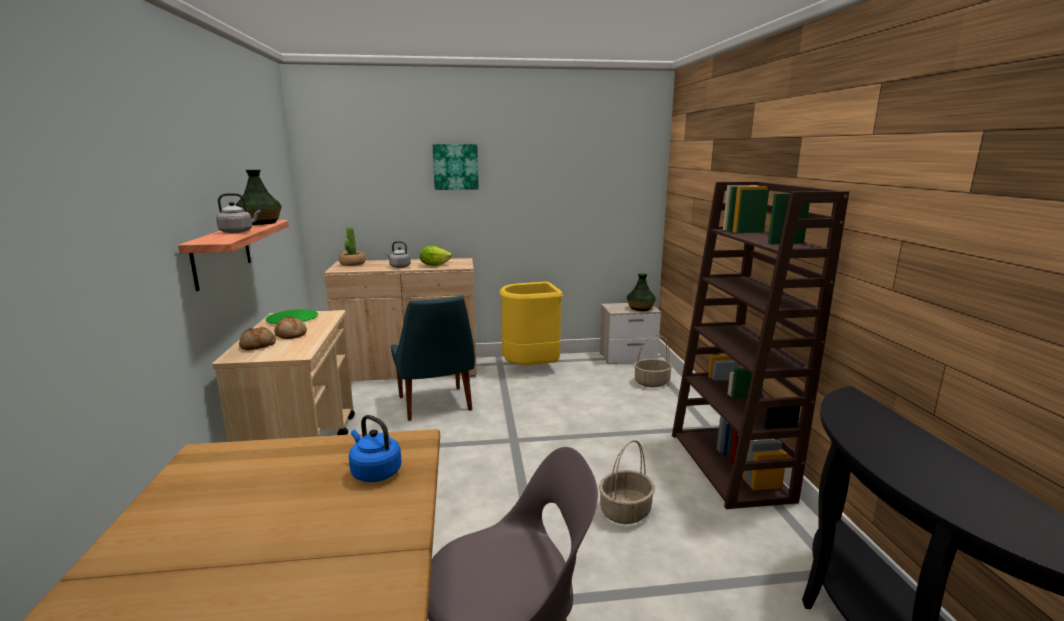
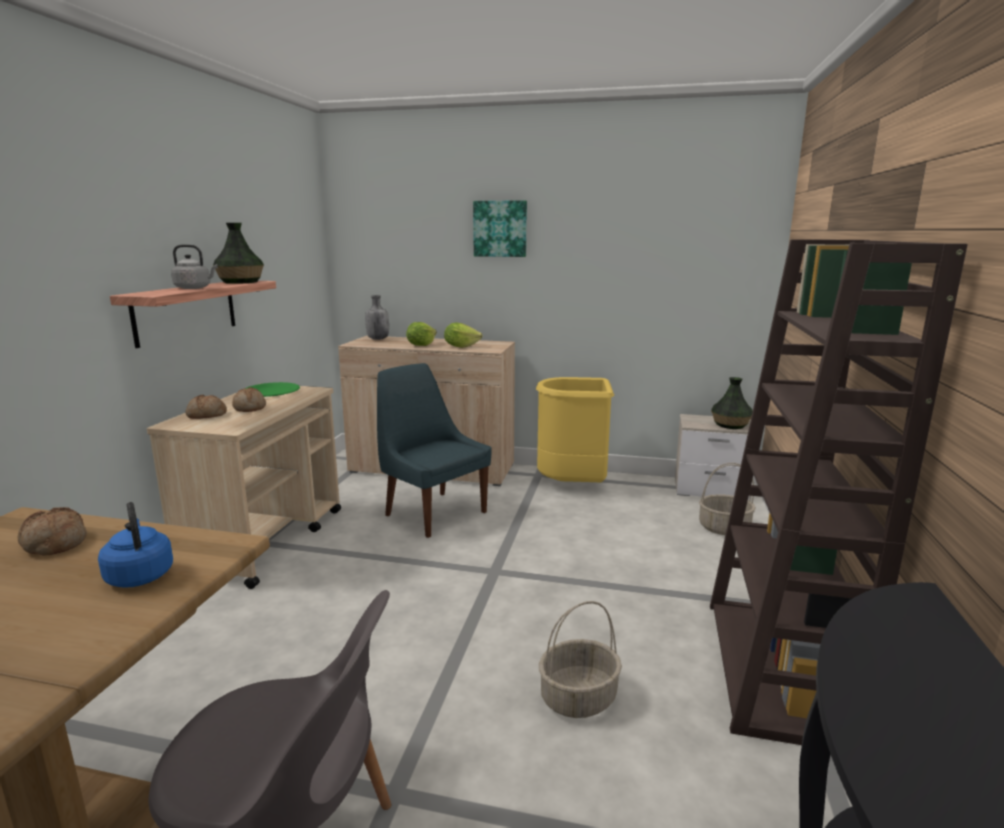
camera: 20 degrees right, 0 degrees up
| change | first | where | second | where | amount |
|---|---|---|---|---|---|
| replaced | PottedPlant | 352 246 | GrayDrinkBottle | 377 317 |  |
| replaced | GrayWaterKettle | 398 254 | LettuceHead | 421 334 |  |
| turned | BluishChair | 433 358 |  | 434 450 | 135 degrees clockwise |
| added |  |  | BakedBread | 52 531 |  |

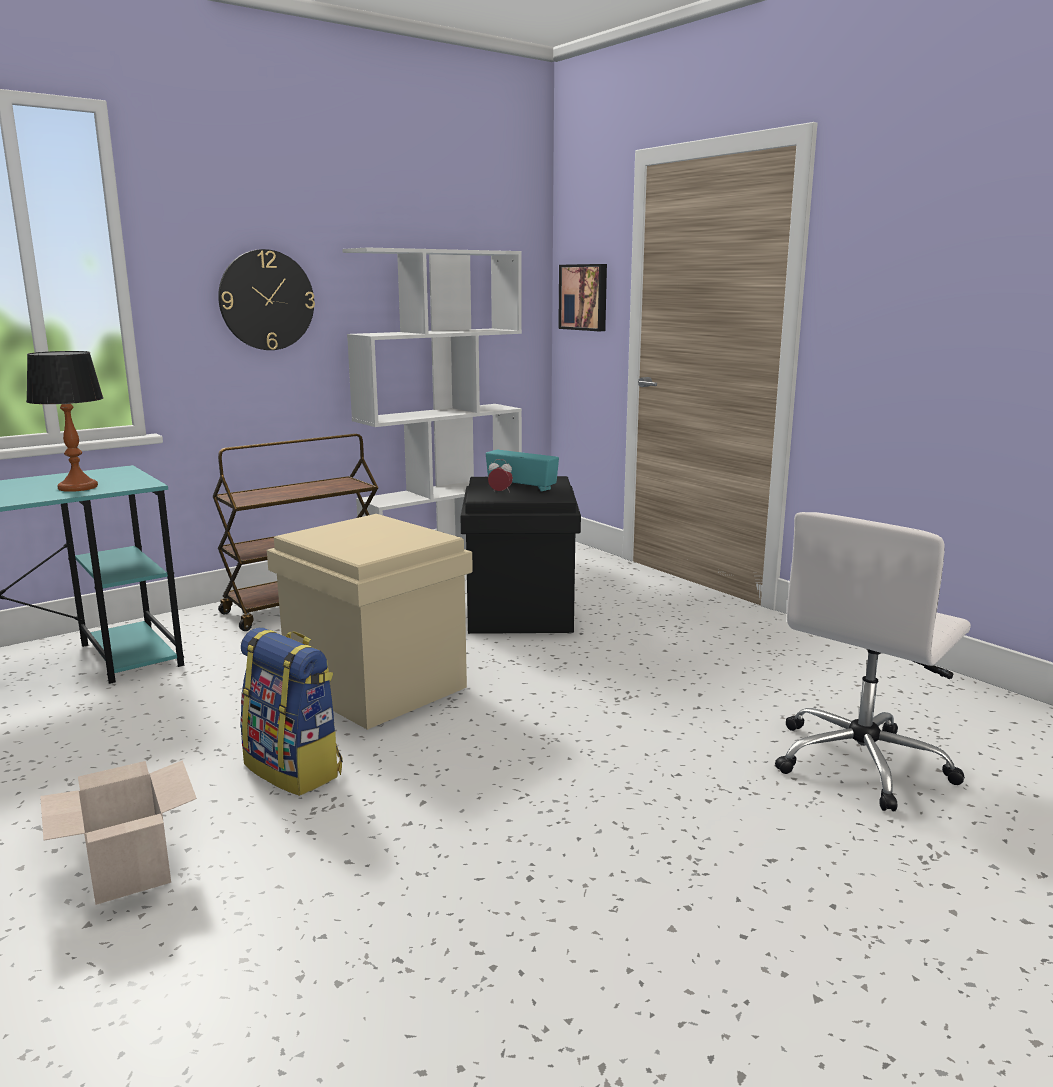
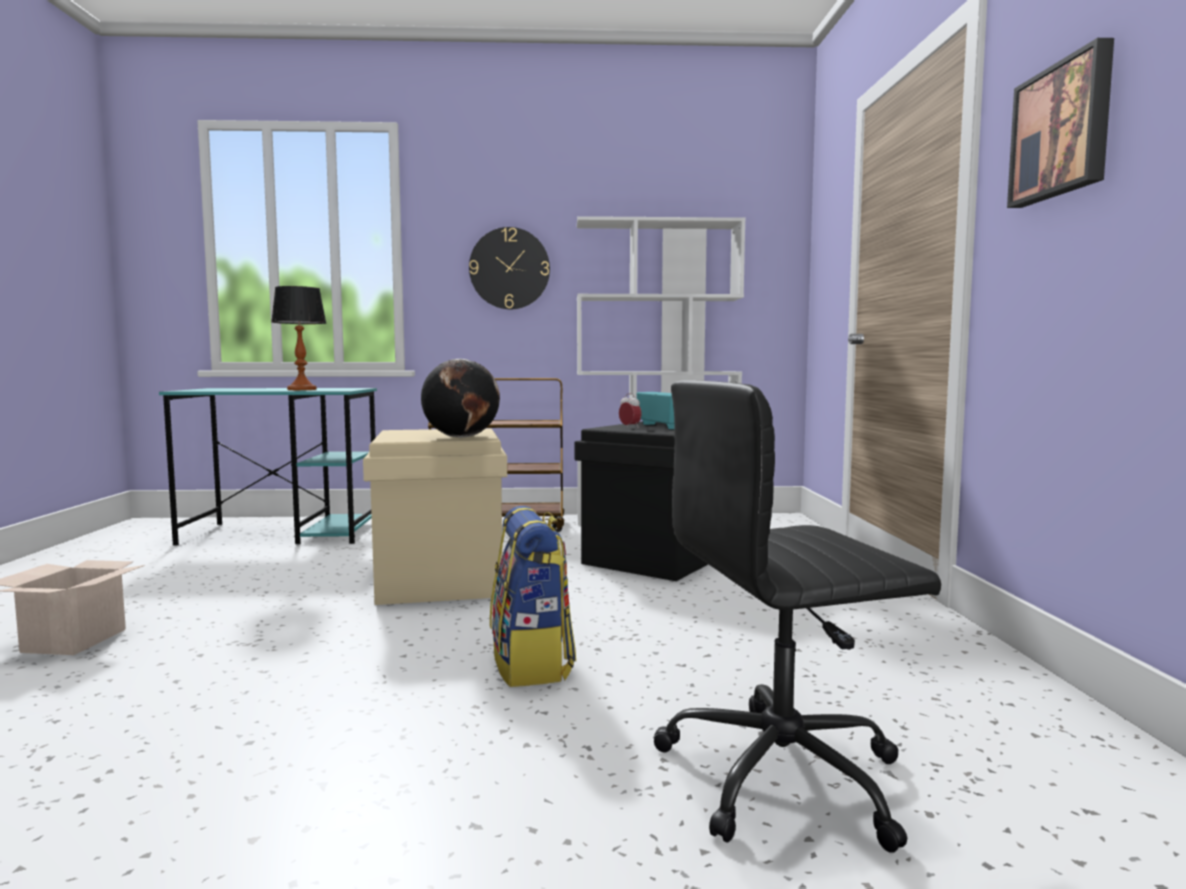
camera: 35 degrees right, 10 degrees down
| change | first | where | second | where | amount |
|---|---|---|---|---|---|
| moved | Knapsack | 291 712 |  | 533 596 |  |
| moved | WallArt | 582 297 |  | 1060 123 |  |
| recoloured | WhiteColouredOfficeChair | 873 661 | BlackOfficeChair | 797 616 |  |
| added |  |  | Globe | 460 398 |  |

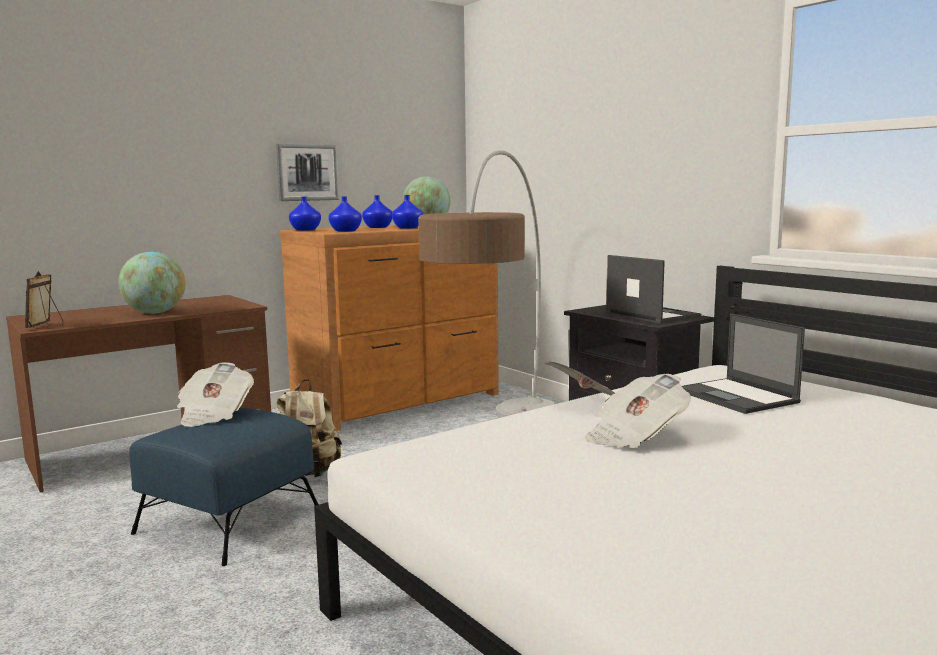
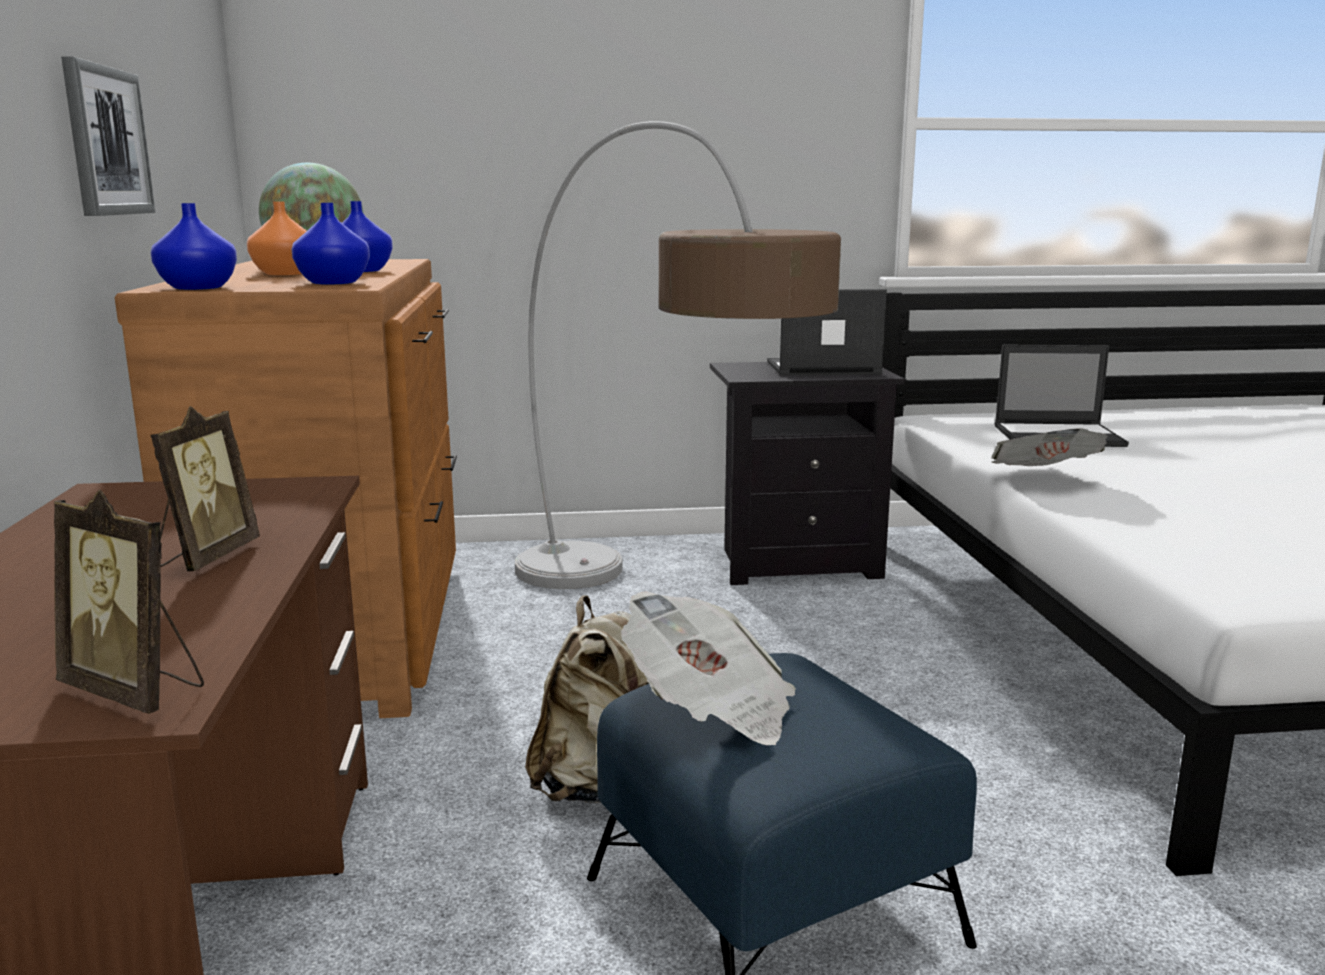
camera: 60 degrees left, 5 degrees up
| change | first | where | second | where | amount |
|---|---|---|---|---|---|
| replaced | Globe | 151 283 | StandingFrame | 205 489 |  |
| recoloured | BluishDecorativeVase | 377 211 | OrangeDecorativeVase | 277 238 |  |
| removed | Newspaper | 638 411 |  |  |  |

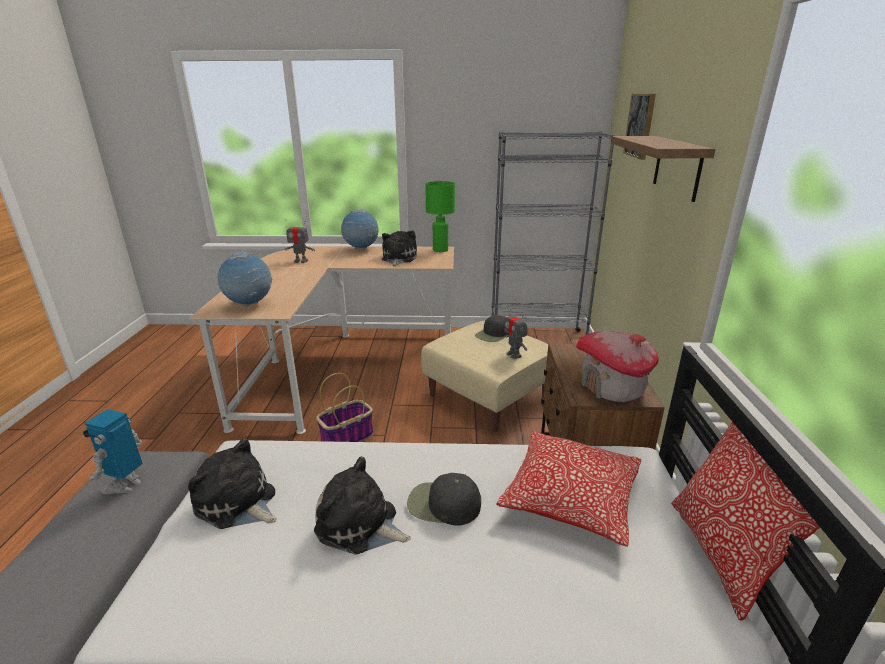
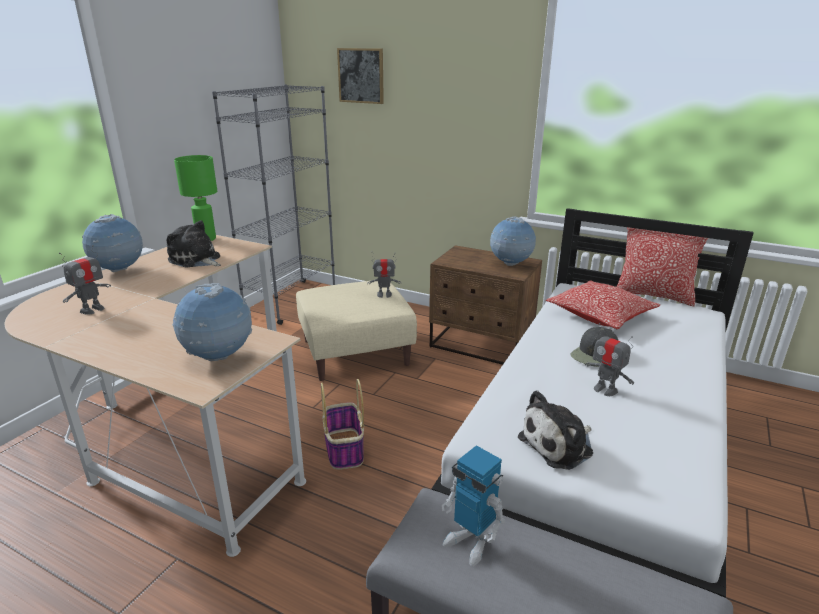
camera: 65 degrees left, 0 degrees up
| change | first | where | second | where | amount |
|---|---|---|---|---|---|
| replaced | CuddlyToy | 362 506 | RobotFigure | 609 359 |  |
| removed | BlackBaseballCap | 492 328 |  |  |  |
| replaced | ToyHouse | 617 366 | Globe | 513 241 |  |
| removed | WallShelf | 663 169 |  |  |  |

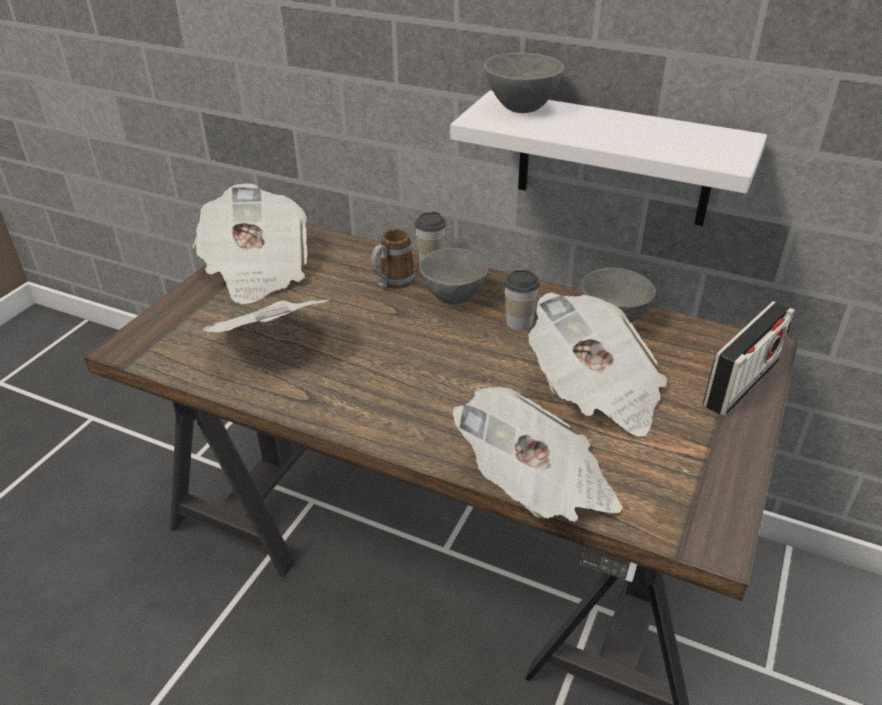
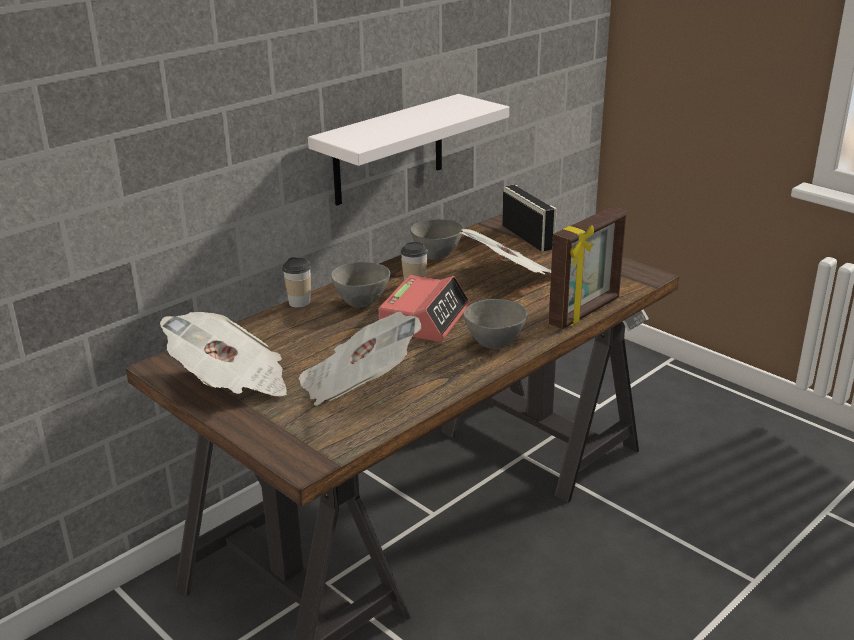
camera: 70 degrees left, 10 degrees down
| change | first | where | second | where | amount |
|---|---|---|---|---|---|
| removed | CoffeeMug | 393 259 |  |  |  |
| replaced | Newspaper | 538 454 | StandingFrame | 588 267 |  |
| moved | GrayBowl | 524 83 |  | 495 324 |  |
| added |  |  | BedsideClock | 424 308 |  |

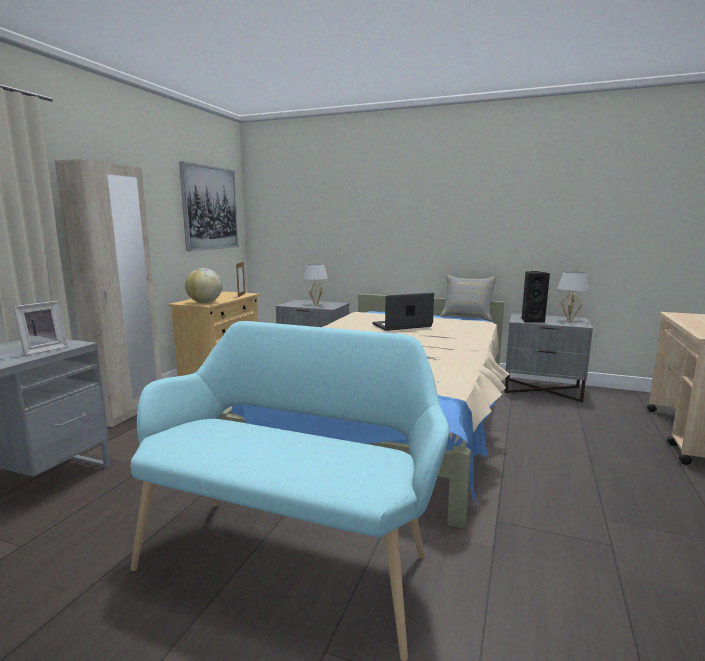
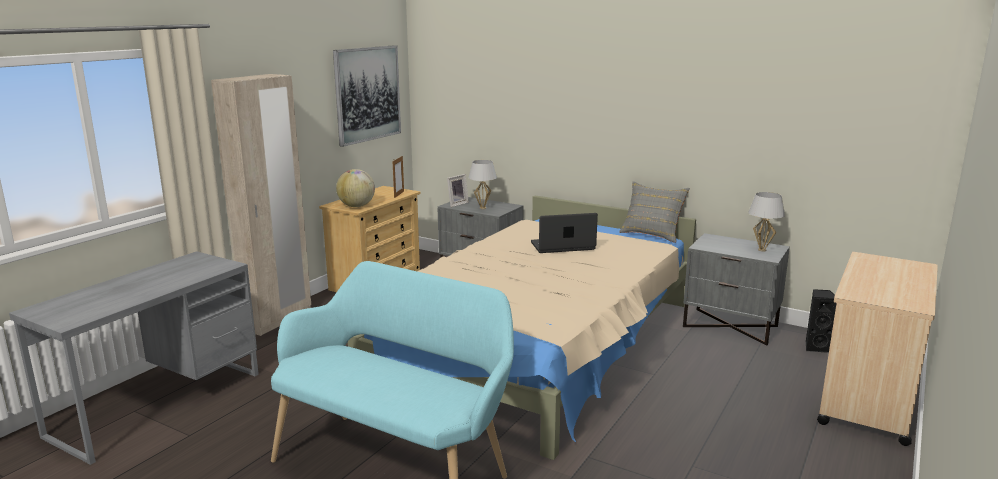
camera: 10 degrees right, 5 degrees up
| change | first | where | second | where | amount |
|---|---|---|---|---|---|
| moved | StandingFrame | 40 328 |  | 458 190 |  |
| moved | BlackSpeaker | 536 297 |  | 821 321 |  |

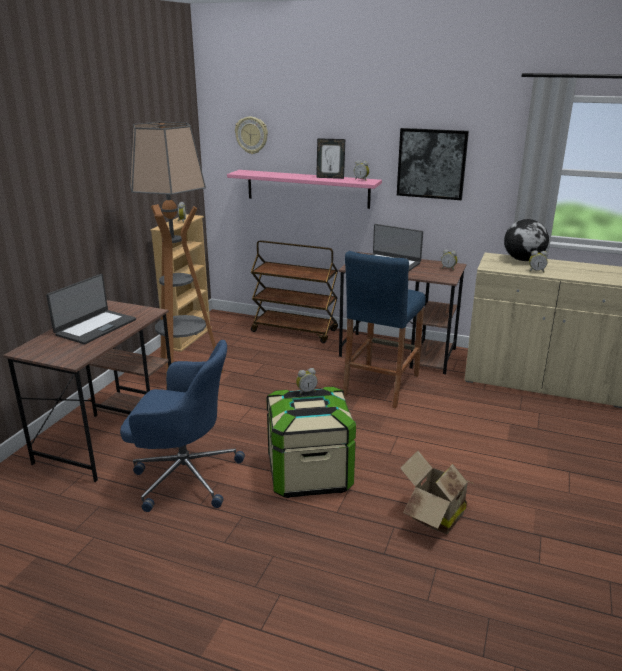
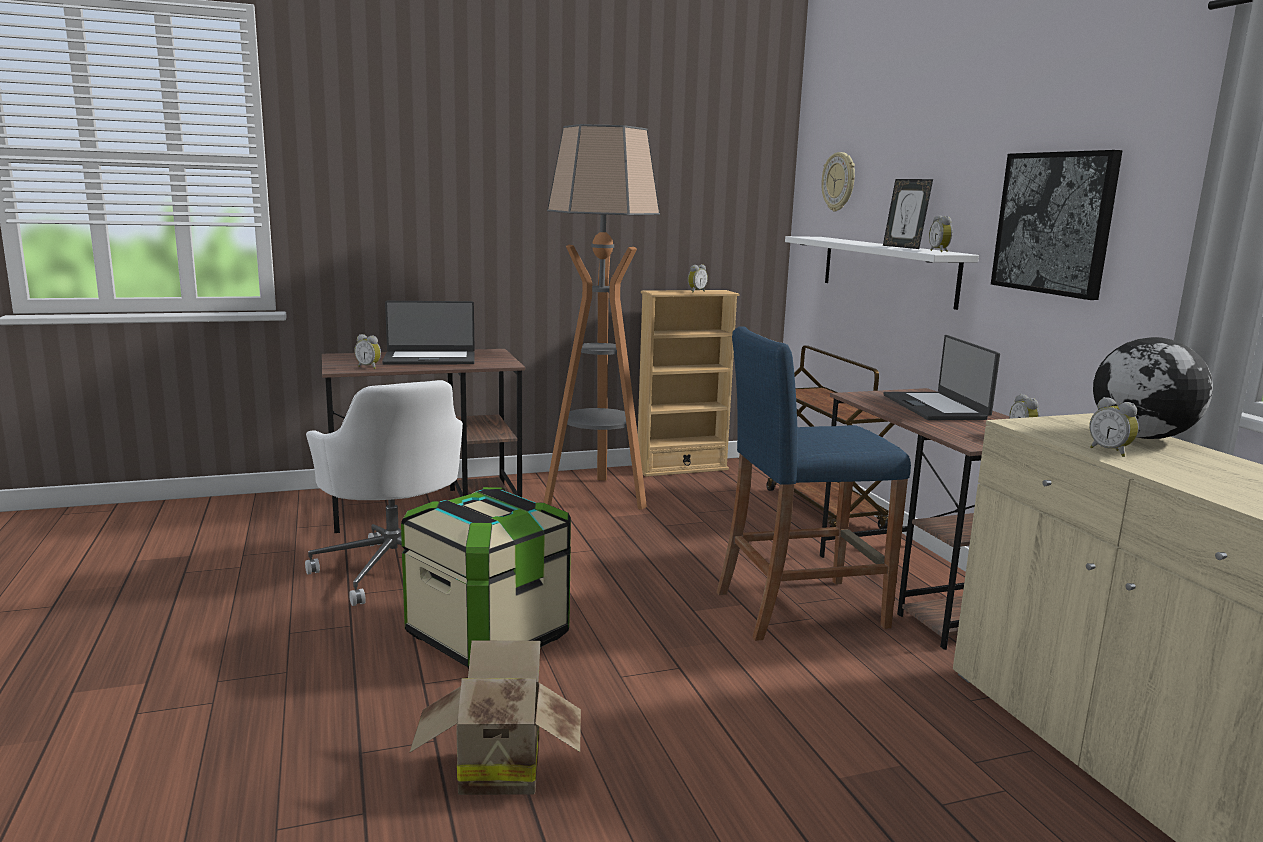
camera: 50 degrees right, 10 degrees down
| change | first | where | second | where | amount |
|---|---|---|---|---|---|
| recoloured | BluishOfficeChair | 182 426 | WhiteColouredOfficeChair | 384 493 |  |
| recoloured | PinkWallShelf | 304 189 | WhiteColouredWallShelf | 882 273 |  |
| moved | BedsideClock | 307 381 |  | 367 351 |  |

